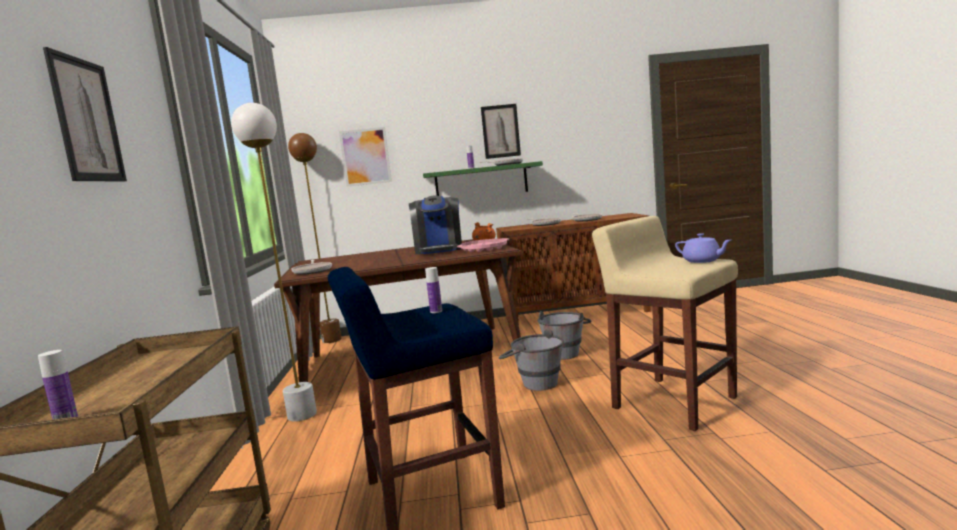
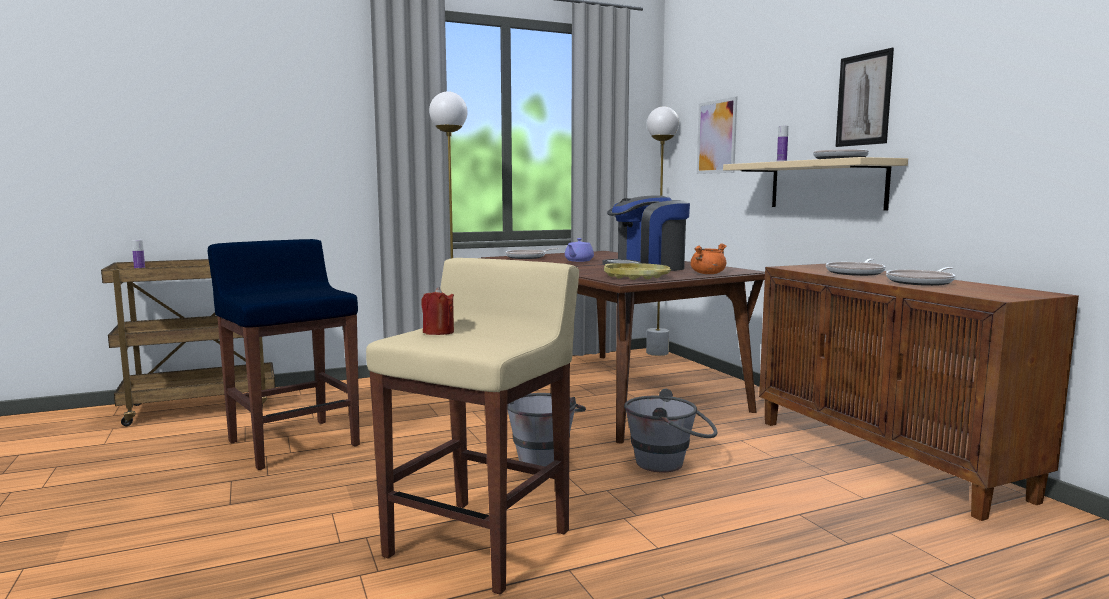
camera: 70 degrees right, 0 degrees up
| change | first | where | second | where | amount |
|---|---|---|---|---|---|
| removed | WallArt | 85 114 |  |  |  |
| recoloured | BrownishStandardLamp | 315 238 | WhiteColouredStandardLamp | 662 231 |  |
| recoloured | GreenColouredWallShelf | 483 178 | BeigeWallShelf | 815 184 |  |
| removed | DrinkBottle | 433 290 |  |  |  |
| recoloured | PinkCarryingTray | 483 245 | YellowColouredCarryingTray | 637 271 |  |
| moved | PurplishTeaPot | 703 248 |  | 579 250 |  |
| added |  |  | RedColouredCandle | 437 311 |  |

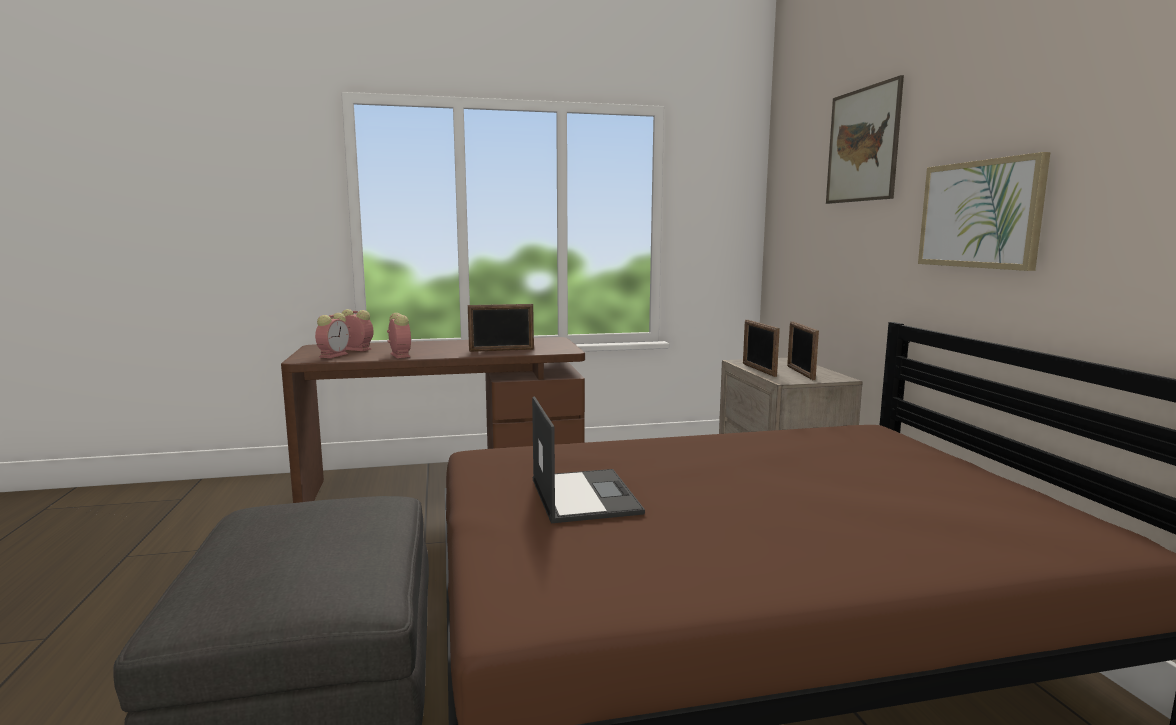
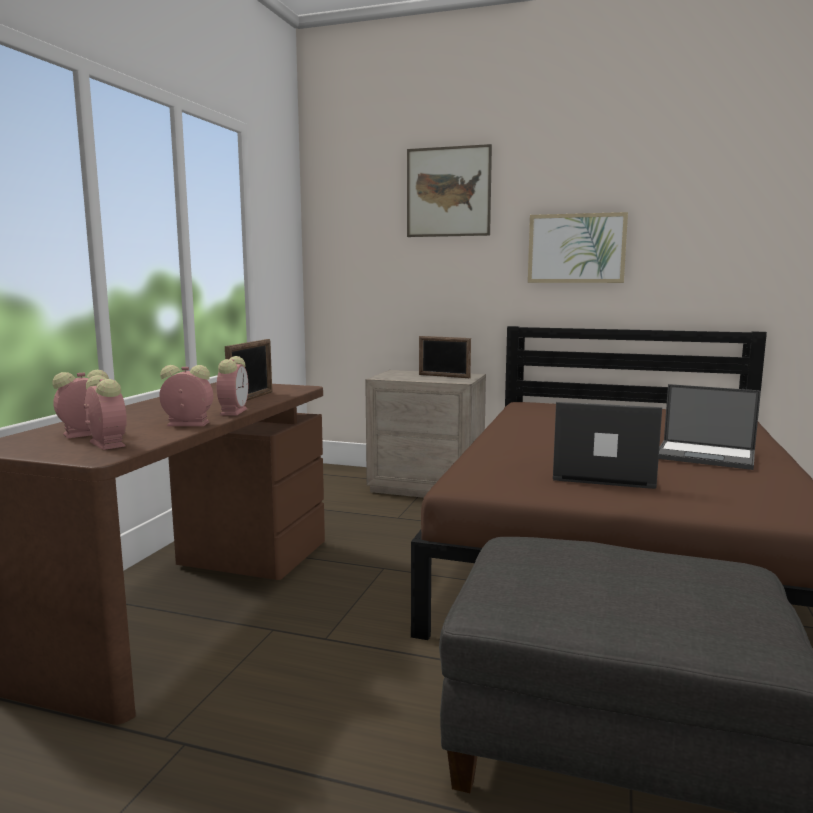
camera: 60 degrees left, 0 degrees up
| change | first | where | second | where | amount |
|---|---|---|---|---|---|
| removed | StandingFrame | 761 348 |  |  |  |
| added |  |  | BedsideClock | 232 386 |  |
| added |  |  | NotebookComputer | 710 427 |  |

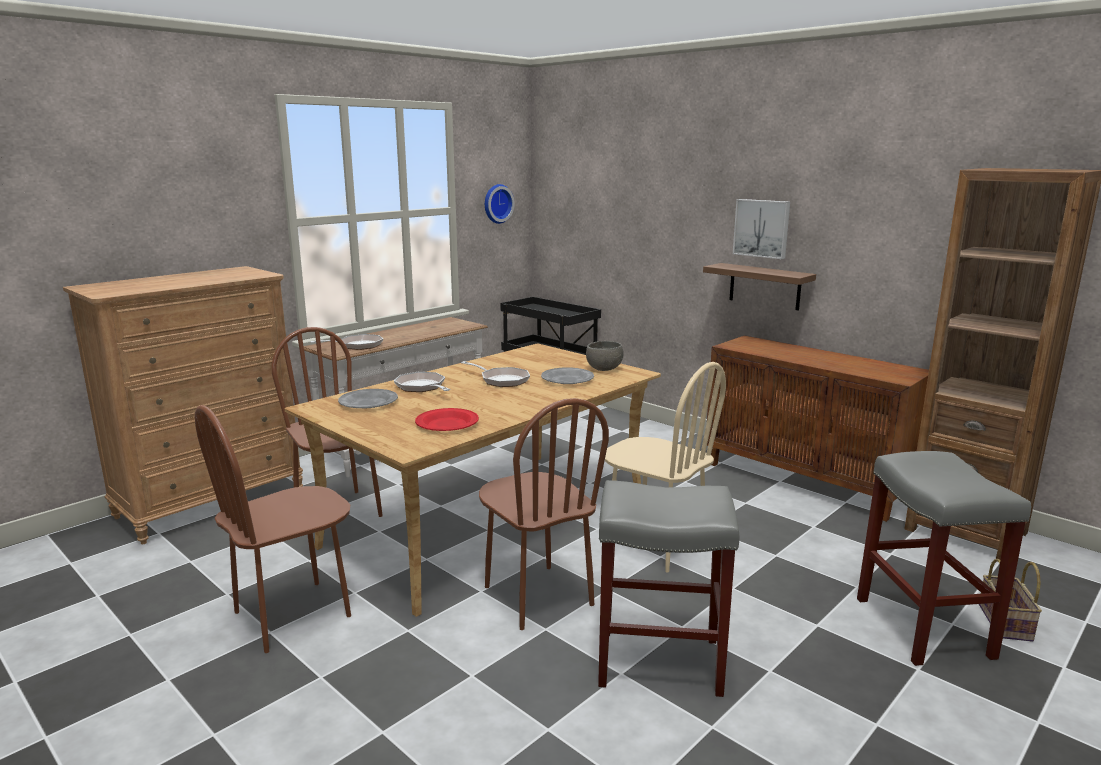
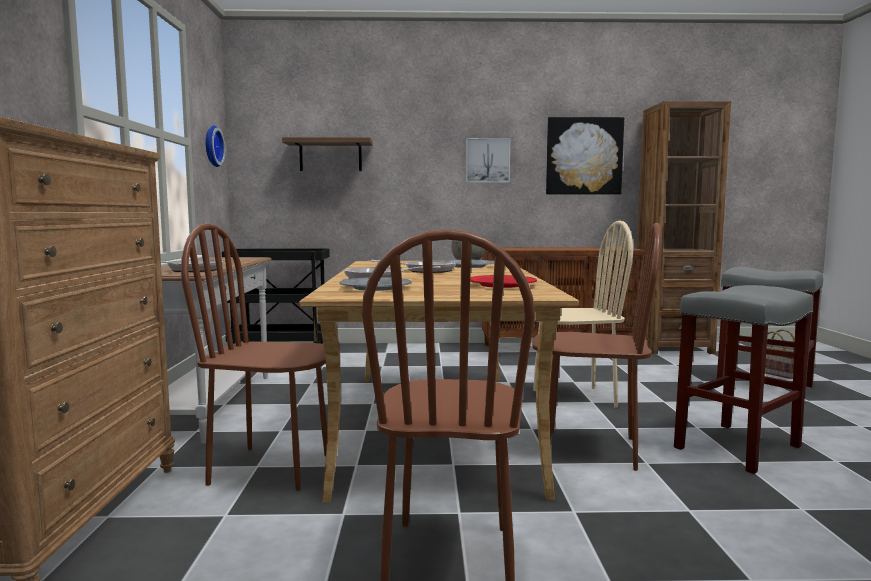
camera: 45 degrees left, 10 degrees down
| change | first | where | second | where | amount |
|---|---|---|---|---|---|
| moved | WallShelf | 759 287 |  | 327 154 |  |
| added |  |  | WallArt | 585 155 |  |

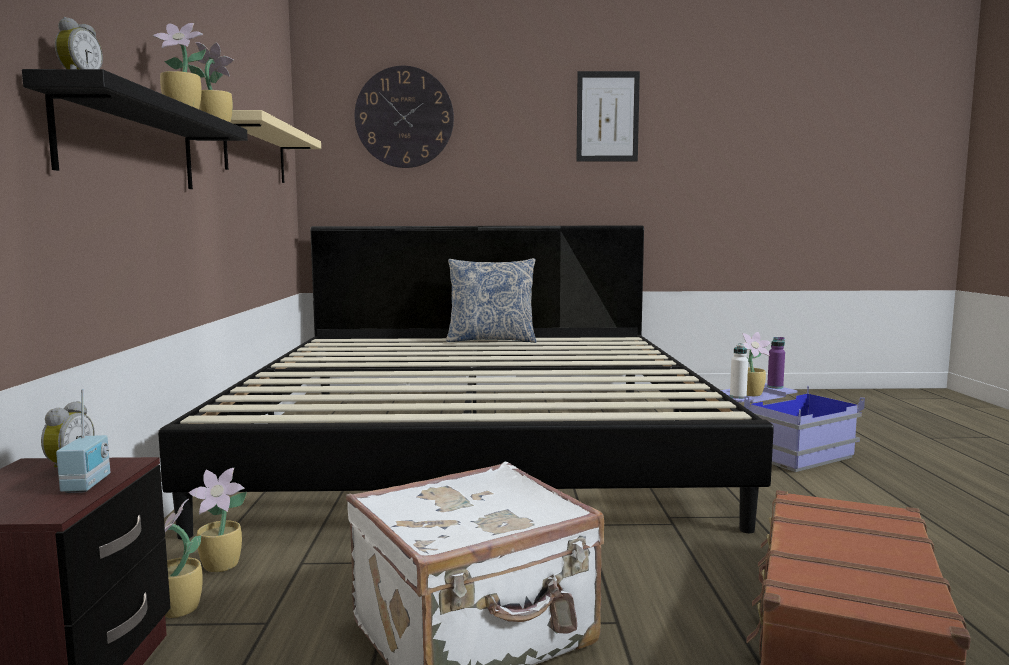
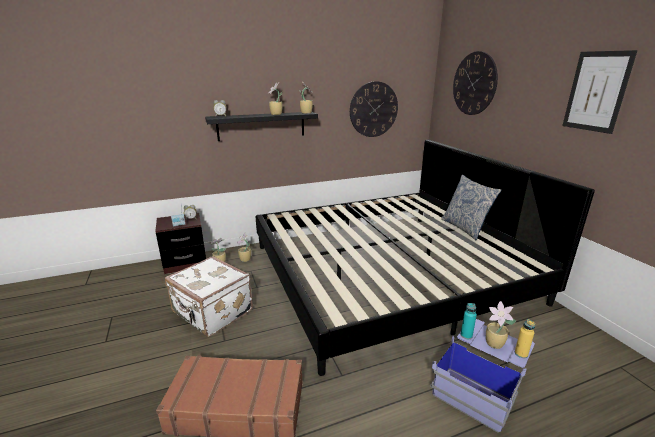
camera: 70 degrees right, 15 degrees up
| change | first | where | second | where | amount |
|---|---|---|---|---|---|
| replaced | BeigeWallShelf | 272 146 | WallClock | 374 109 |  |
| recoloured | WhiteColouredDrinkBottle | 739 371 | TurquoiseDrinkBottle | 468 321 |  |
| recoloured | PurplishDrinkBottle | 776 363 | YellowColouredDrinkBottle | 525 338 |  |

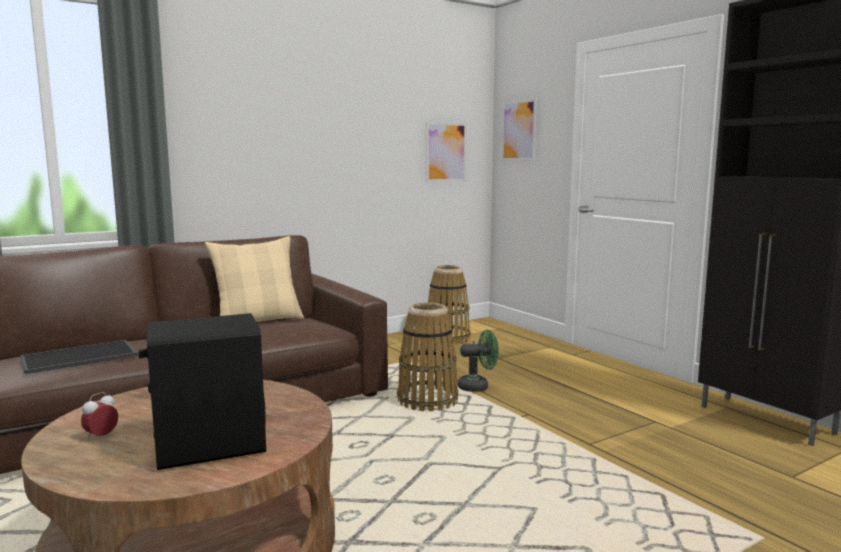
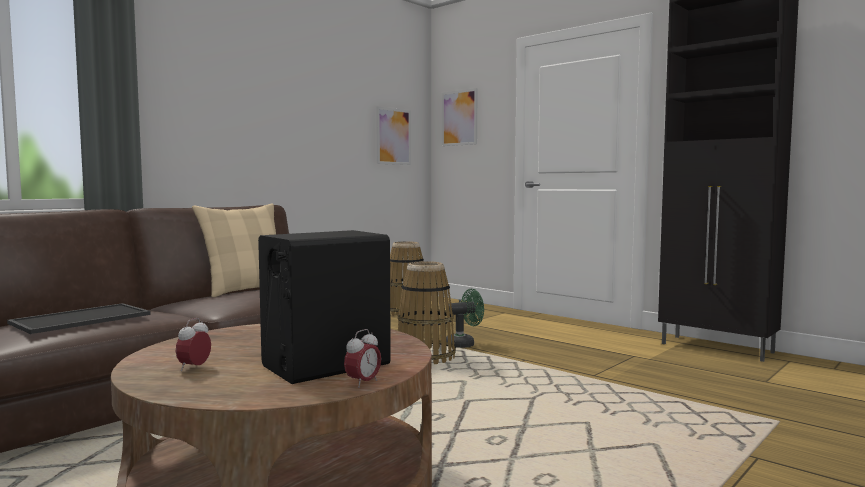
camera: 15 degrees left, 5 degrees down
| change | first | where | second | where | amount |
|---|---|---|---|---|---|
| added |  |  | BedsideClock | 362 358 |  |

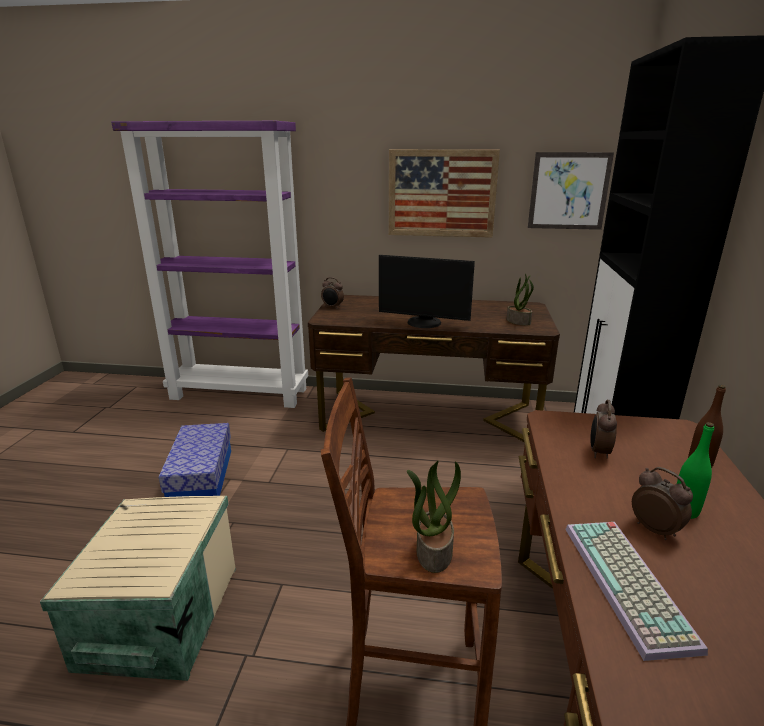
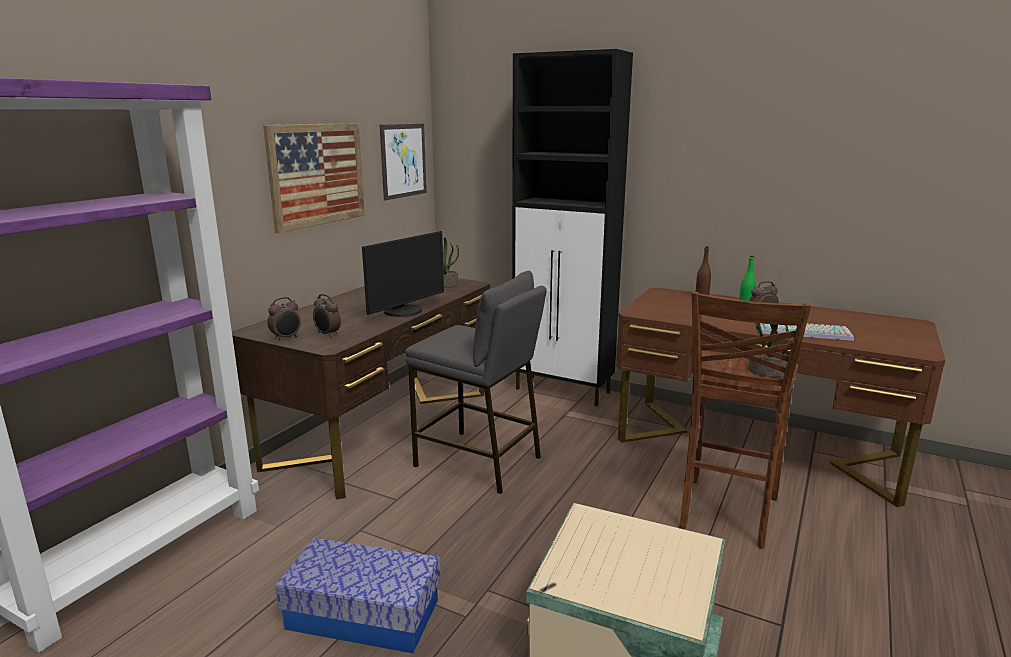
camera: 70 degrees left, 5 degrees down
| change | first | where | second | where | amount |
|---|---|---|---|---|---|
| moved | BedsideClock | 603 429 |  | 327 315 |  |
| added |  |  | GraySittingStool | 476 382 |  |

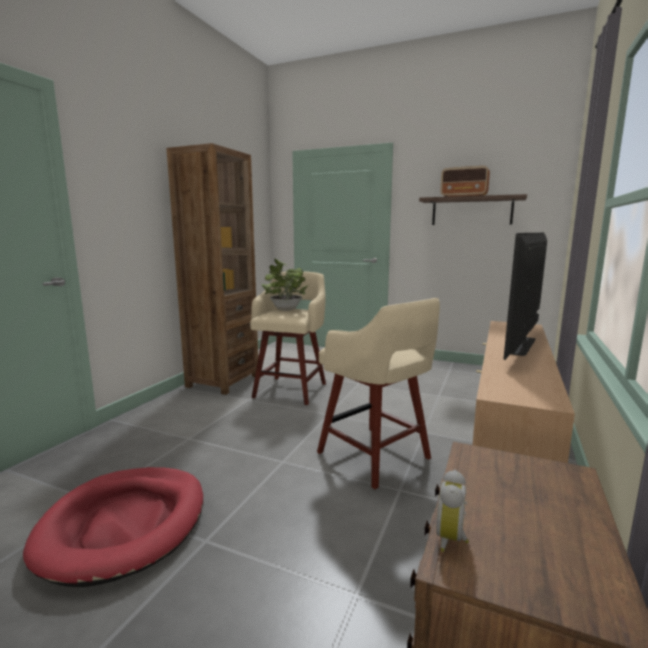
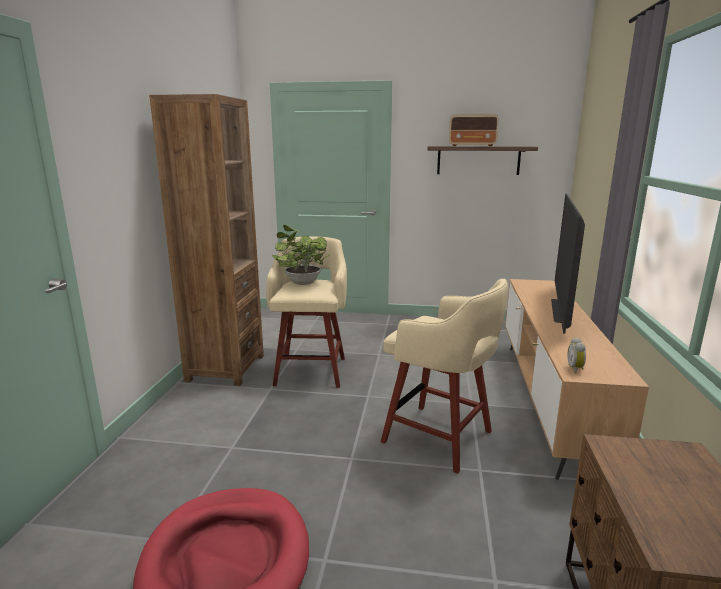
camera: 15 degrees left, 5 degrees up
| change | first | where | second | where | amount |
|---|---|---|---|---|---|
| moved | BedsideClock | 452 511 |  | 577 355 |  |

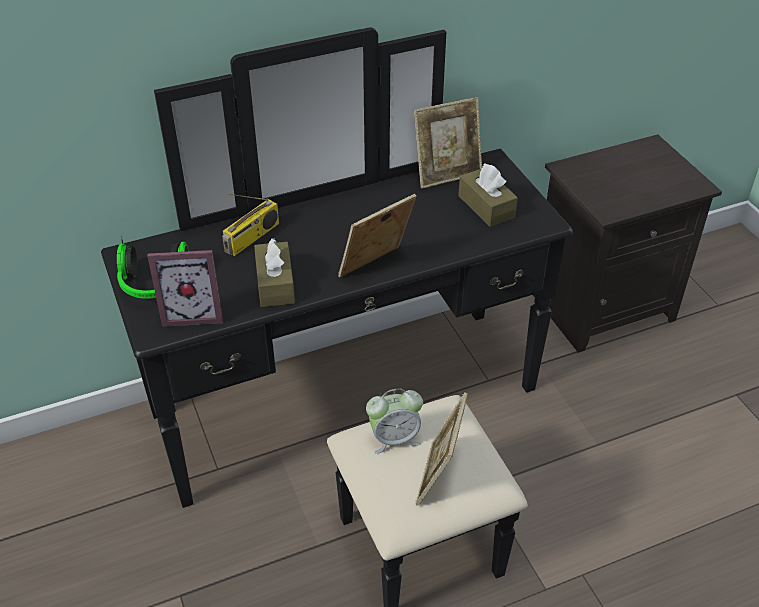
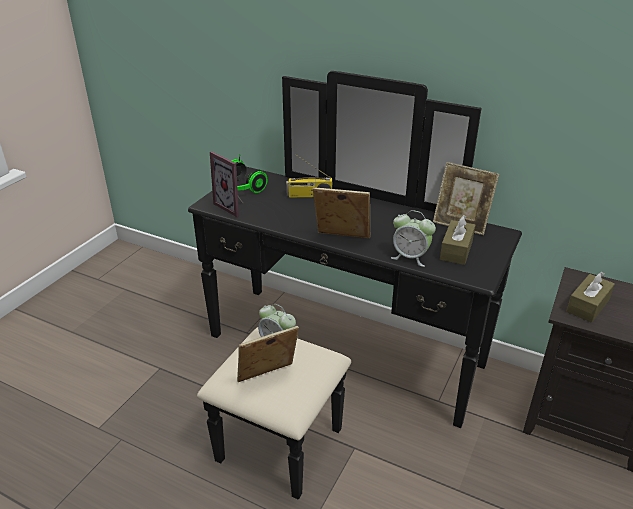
camera: 50 degrees right, 10 degrees down
| change | first | where | second | where | amount |
|---|---|---|---|---|---|
| moved | BrownishTissueBox | 274 272 |  | 590 297 |  |
| added |  |  | BedsideClock | 413 238 |  |

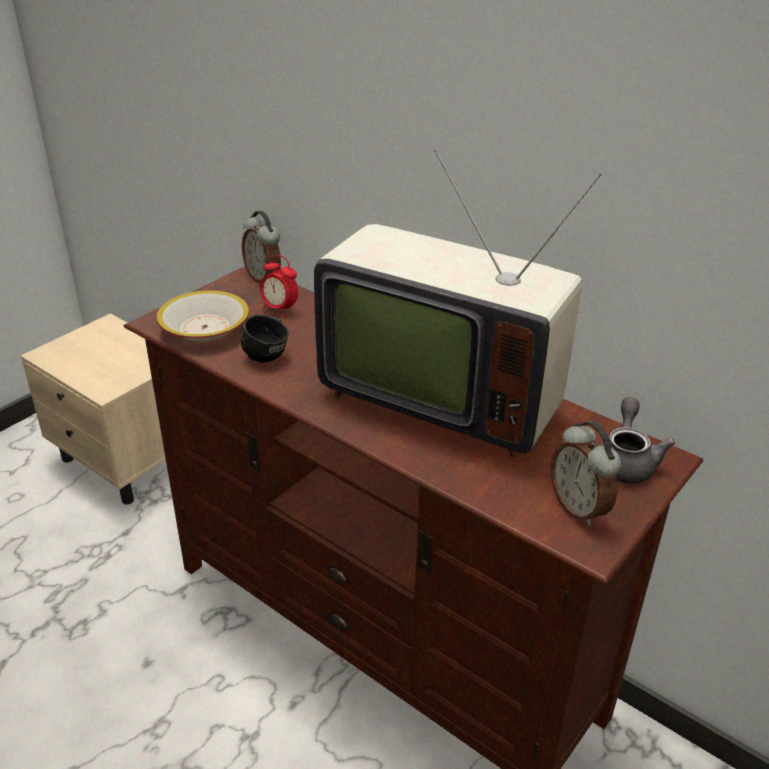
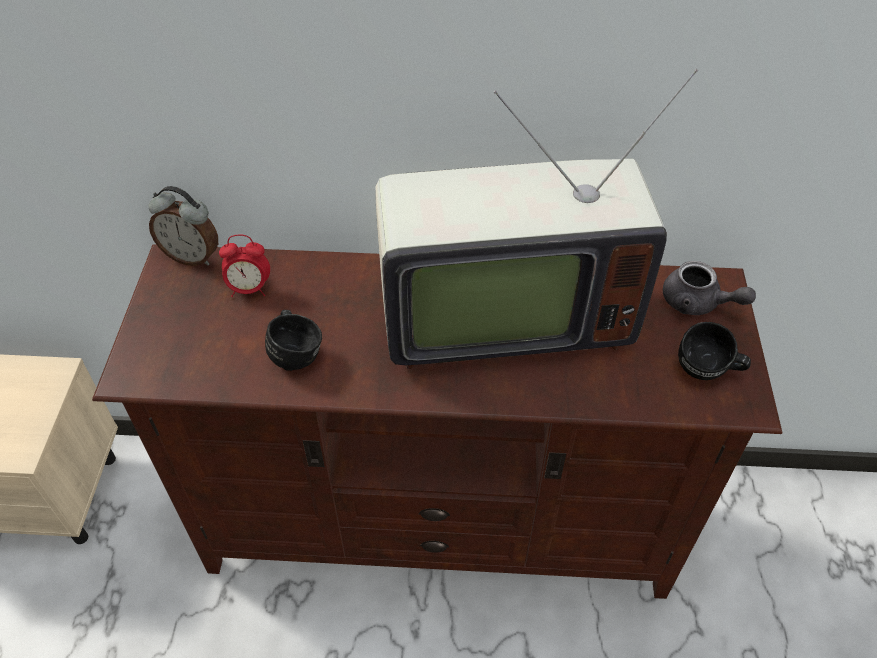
camera: 35 degrees left, 15 degrees up
| change | first | where | second | where | amount |
|---|---|---|---|---|---|
| removed | Bowl | 203 316 |  |  |  |
| replaced | BedsideClock | 586 474 | BlackCoffeeMug | 714 351 |  |
| turned | GrayTeaPot | 637 440 |  | 709 288 | 150 degrees clockwise |

